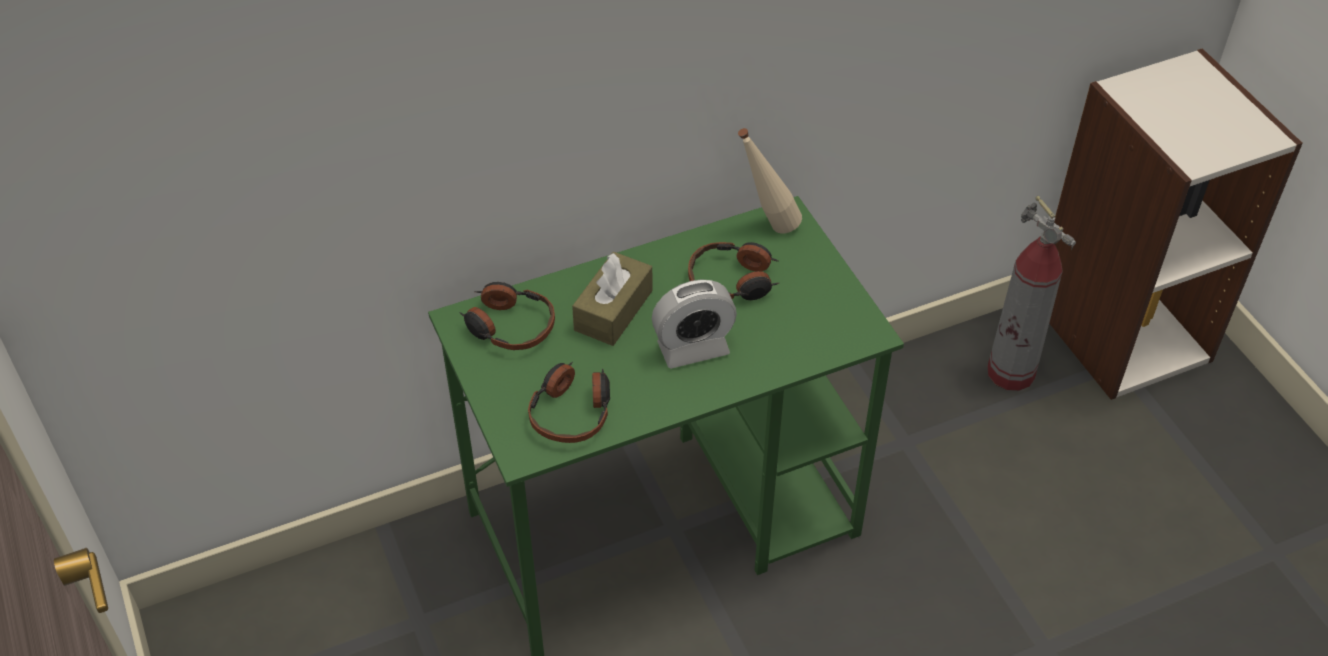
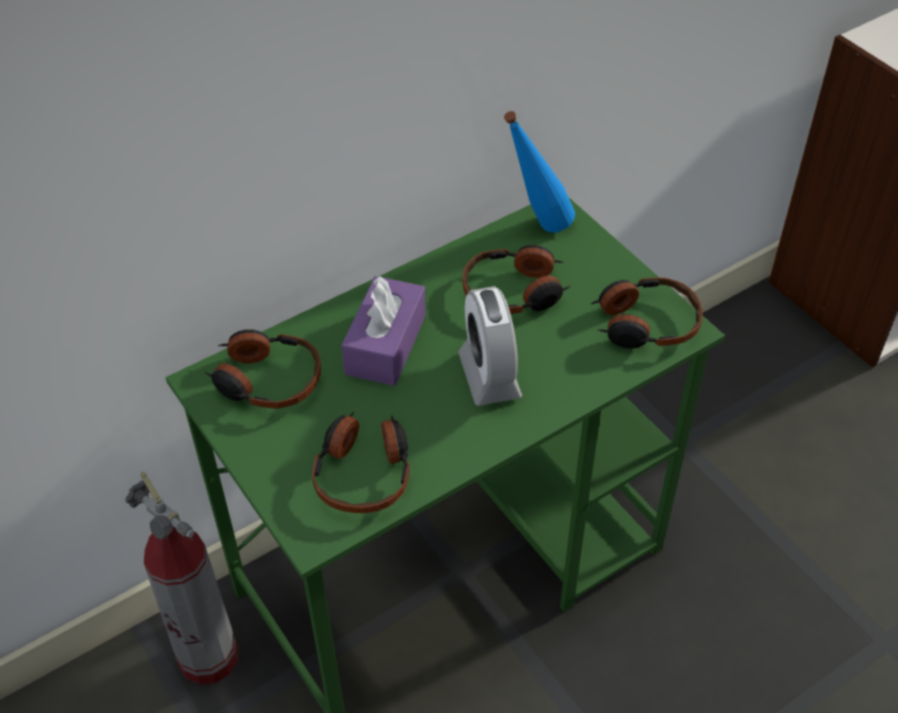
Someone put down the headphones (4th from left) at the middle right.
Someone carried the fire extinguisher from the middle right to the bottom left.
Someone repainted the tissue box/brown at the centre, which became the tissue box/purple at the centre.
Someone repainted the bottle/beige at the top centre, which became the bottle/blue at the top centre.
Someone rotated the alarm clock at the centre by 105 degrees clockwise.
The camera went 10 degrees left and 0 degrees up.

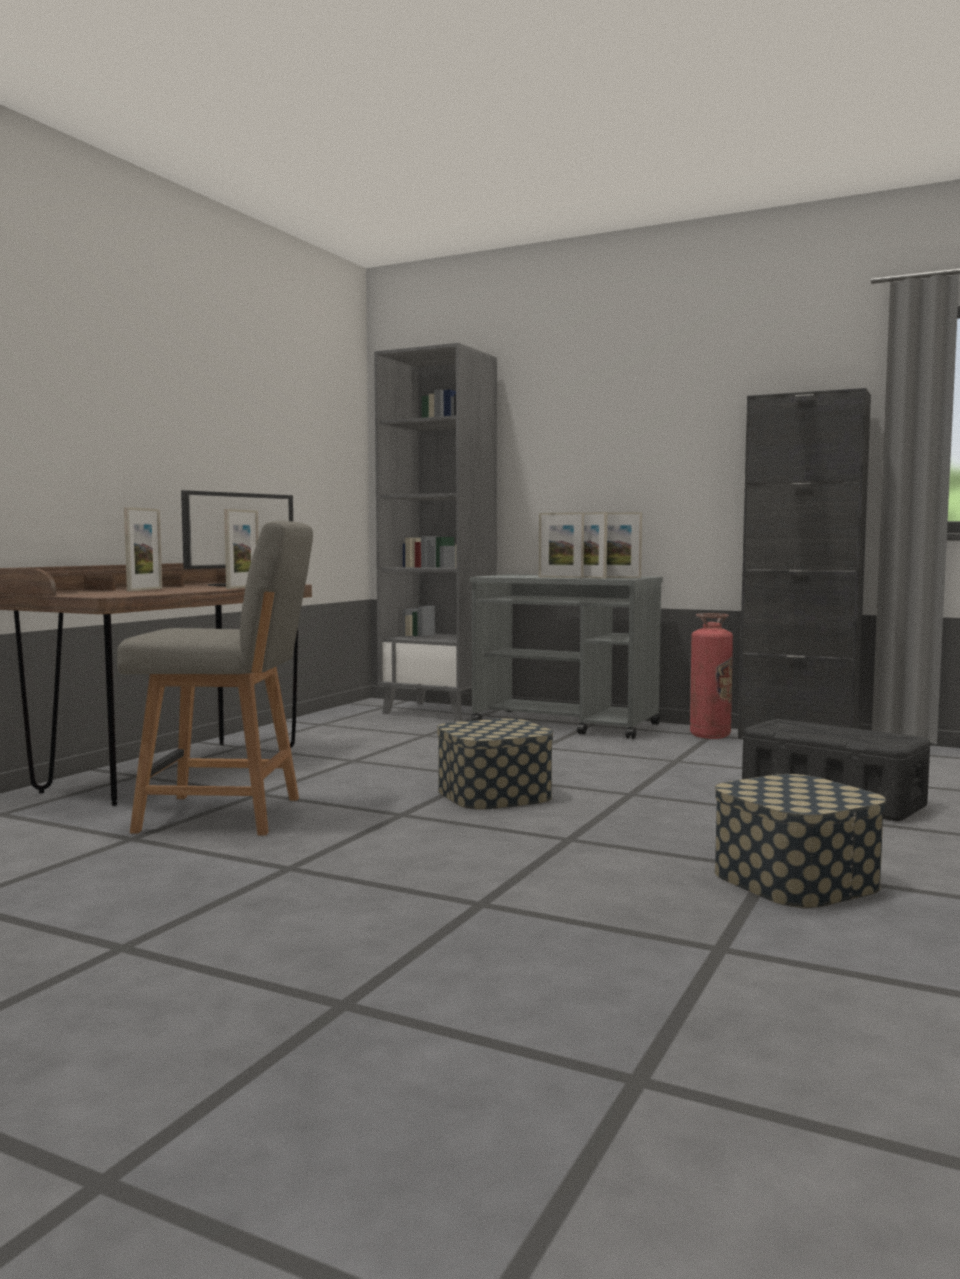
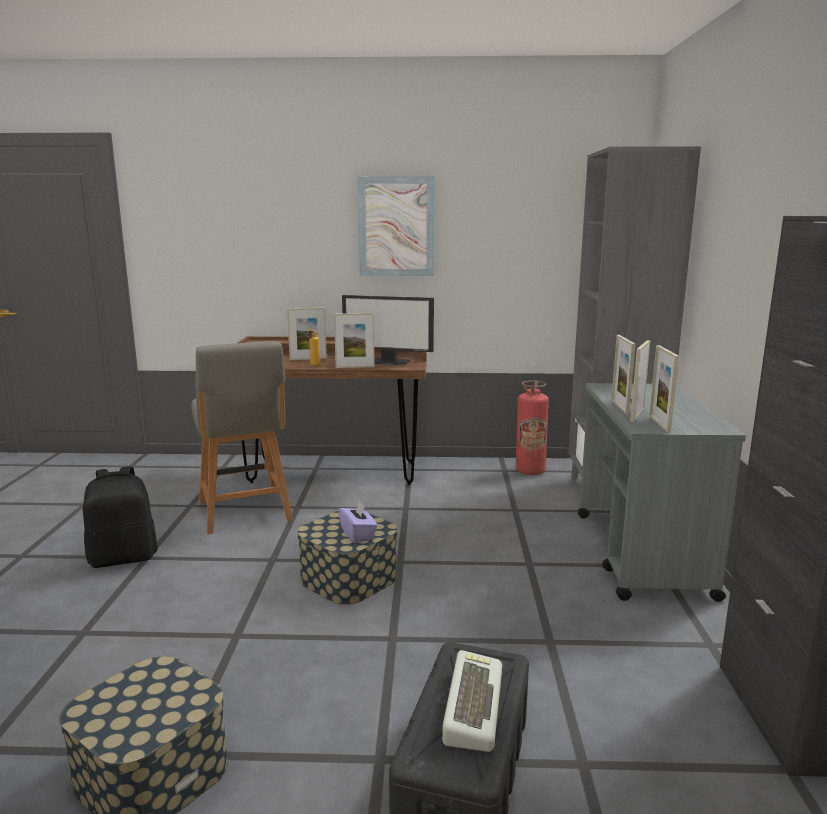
Someone put down the backpack/black at the middle left.
Someone put down the bottle at the centre.
Someone put down the tissue box/purple at the centre.
Someone put up the picture at the top centre.
Someone put down the keyboard at the bottom centre.
Someone carried the fire extinguisher from the middle right to the centre.
The camera went 65 degrees right and 10 degrees up.

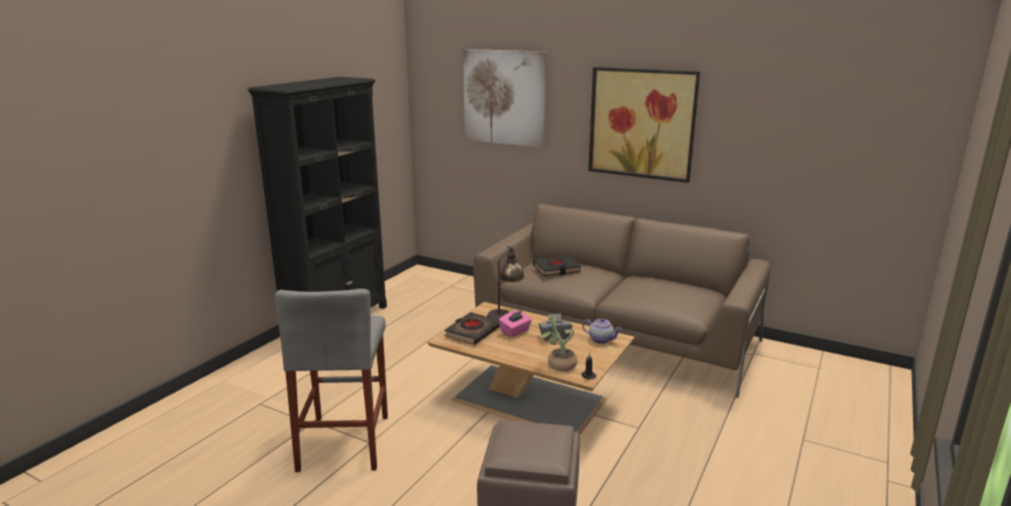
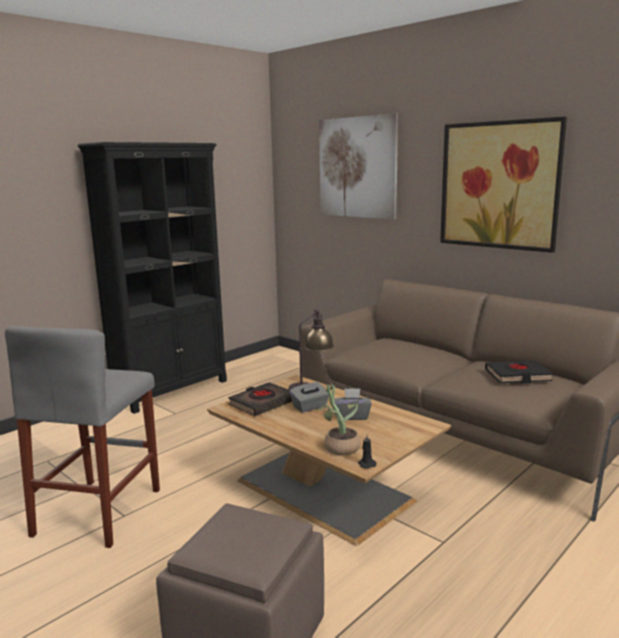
Someone took away the teapot at the centre.
Someone carried the book/black (2nd from left) from the centre to the middle right.
Someone repainted the tissue box/pink at the centre, which became the tissue box/grey (1st from left) at the centre.
The camera went 15 degrees right and 5 degrees down.

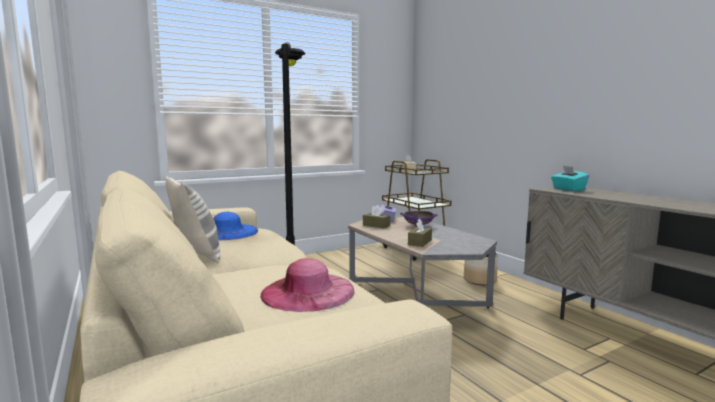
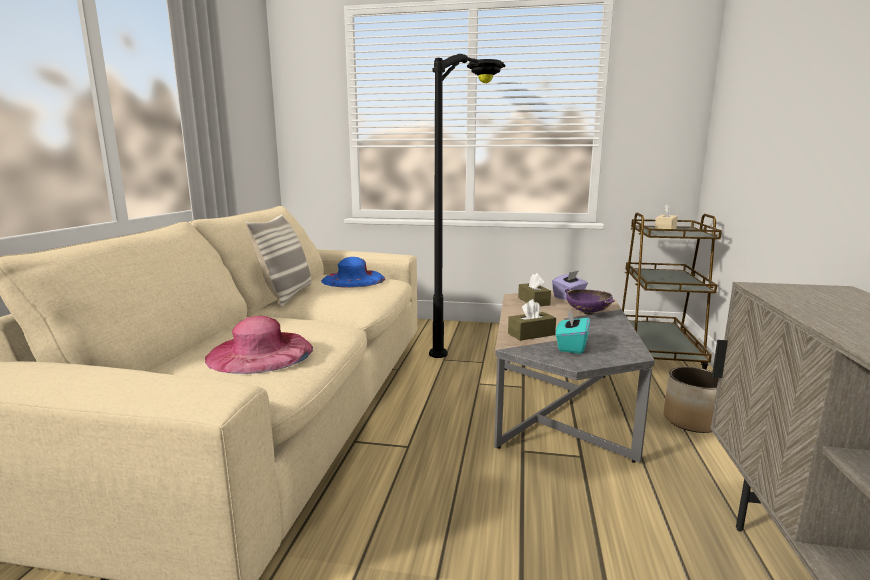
Someone carried the tissue box/turquoise from the middle right to the centre.
The camera went 40 degrees right and 5 degrees up.

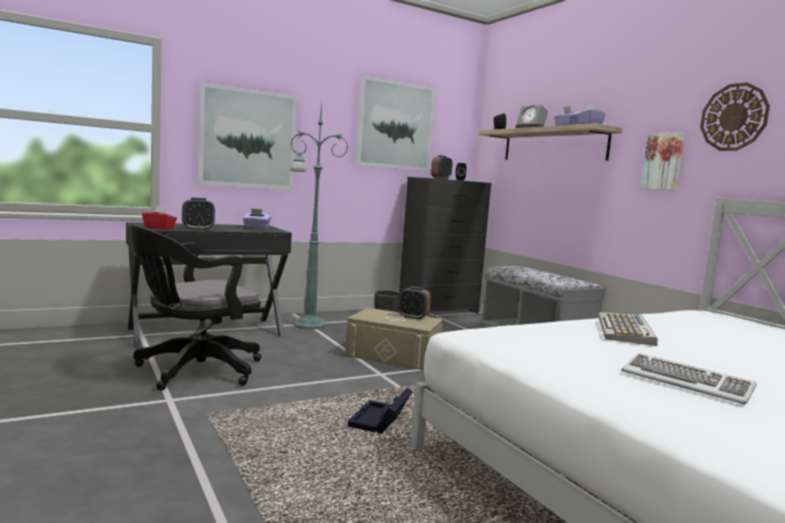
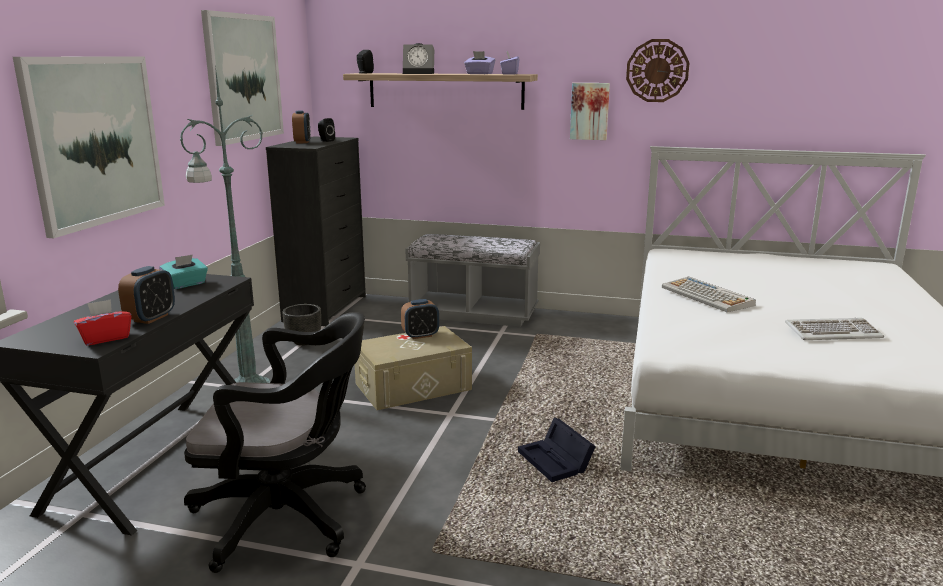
Someone repainted the tissue box/purple (1st from left) at the middle left, which became the tissue box/turquoise at the middle left.
Someone rotated the office chair/black at the middle left by 90 degrees counterclockwise.
The camera went 45 degrees left and 10 degrees up.

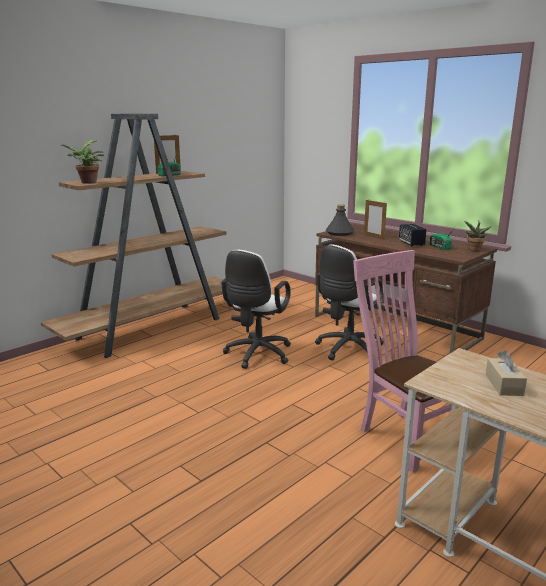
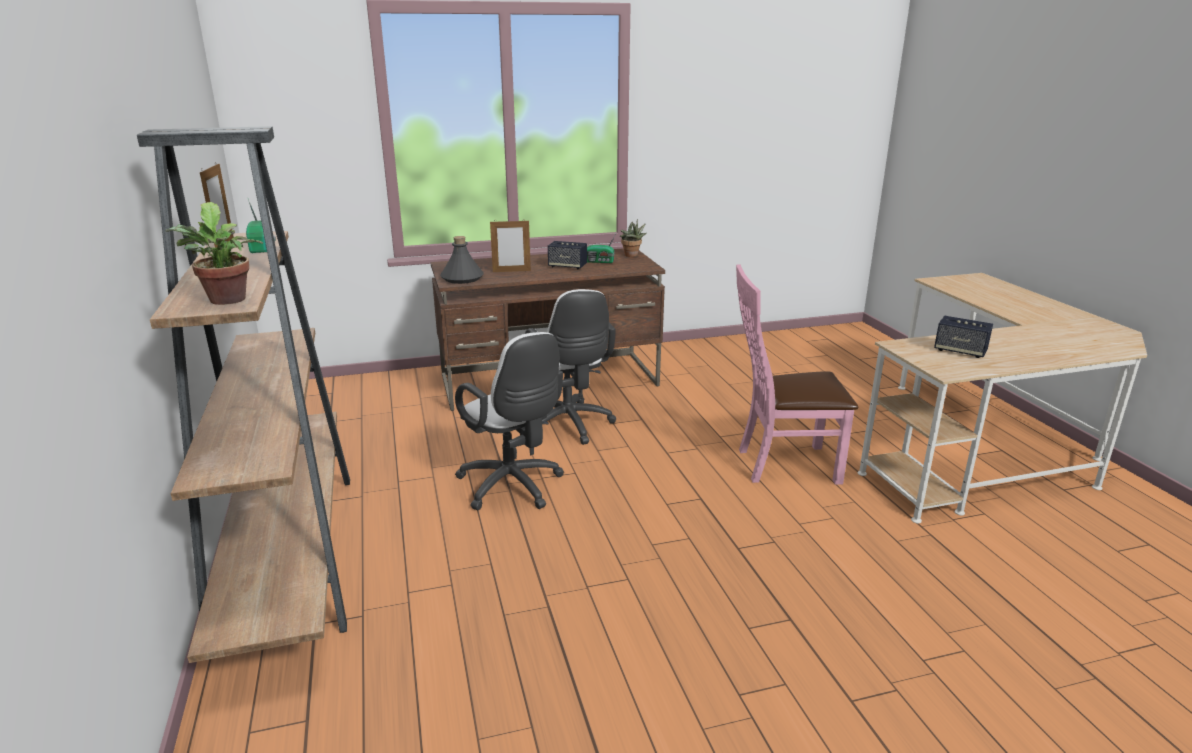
Someone swapped the tissue box/beige at the middle right for the speaker (2nd from left) at the middle right.
The camera went 60 degrees left and 5 degrees up.

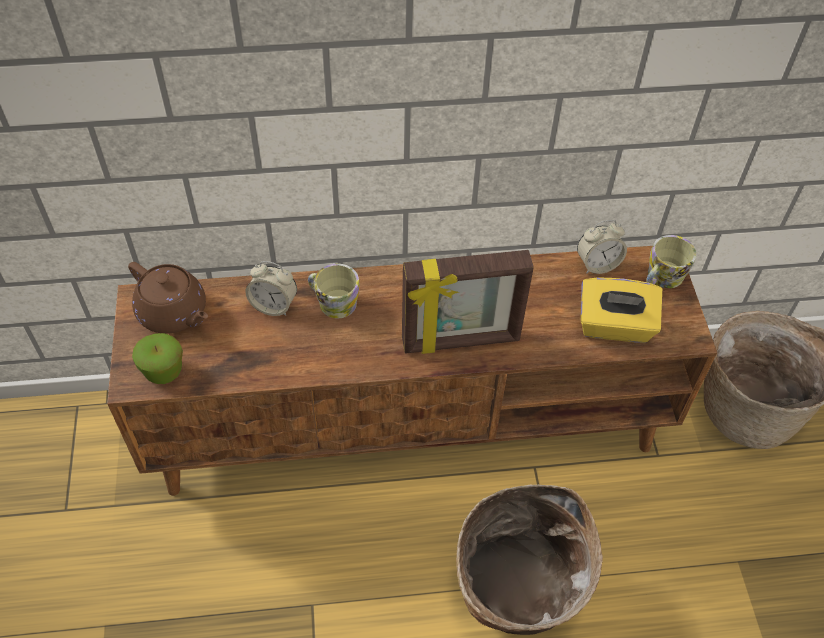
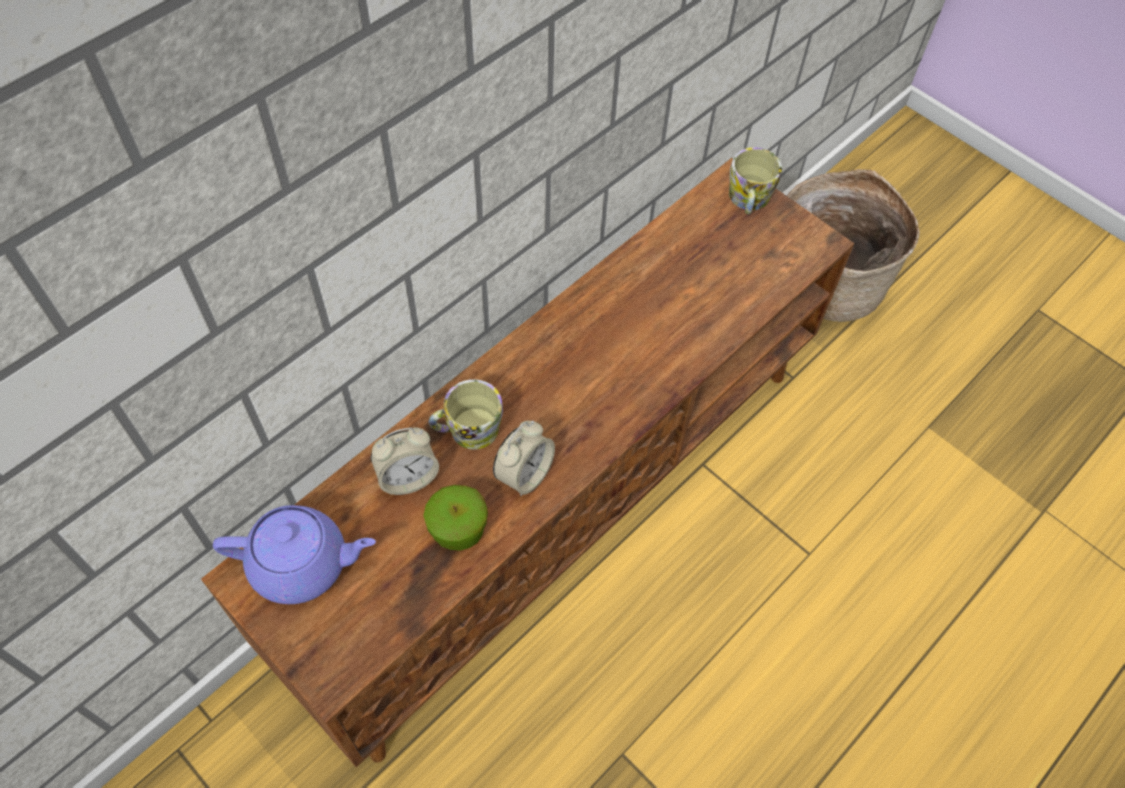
Someone took away the picture frame at the centre.
Someone took away the basket (1st from left) at the bottom centre.
Someone took away the tissue box/yellow at the middle right.
Someone carried the apple from the middle left to the centre.
Someone carried the alarm clock (2nd from left) from the middle right to the centre.
Someone repainted the teapot/brown at the middle left, which became the teapot/purple at the bottom left.
The camera went 40 degrees left and 5 degrees up.

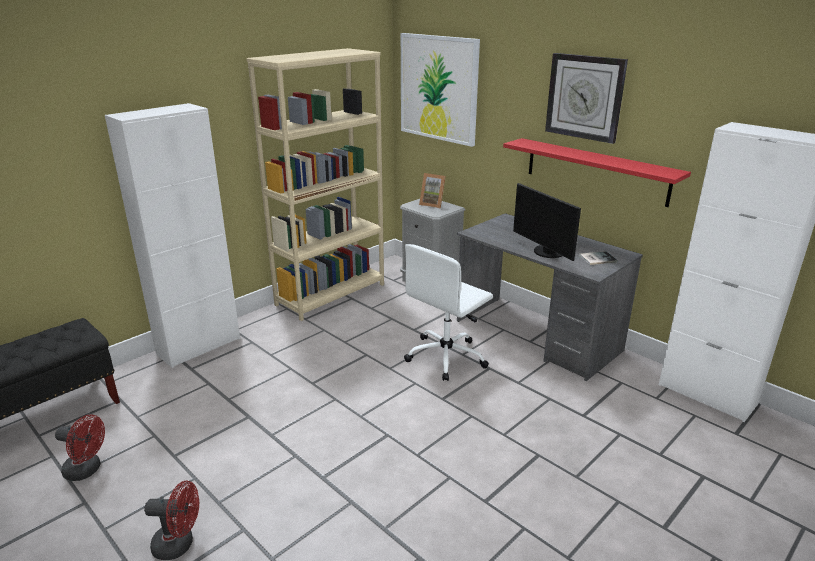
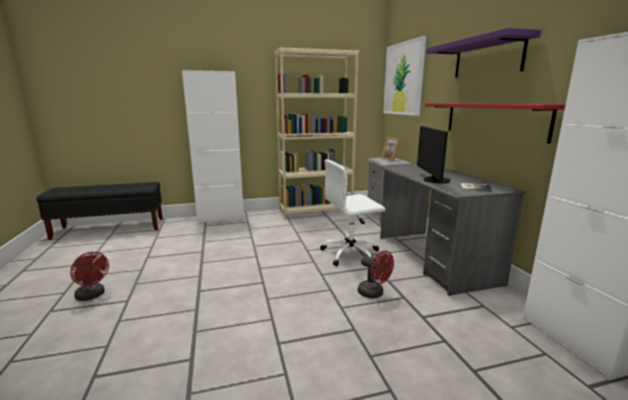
Someone carried the fan/red (1st from left in the first image) from the bottom left to the bottom centre.
Someone swapped the wall clock at the top right for the shelf/purple at the top right.
The camera went 30 degrees right and 10 degrees down.

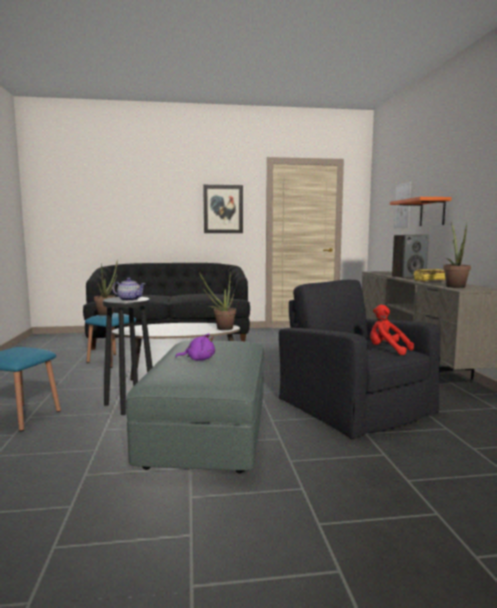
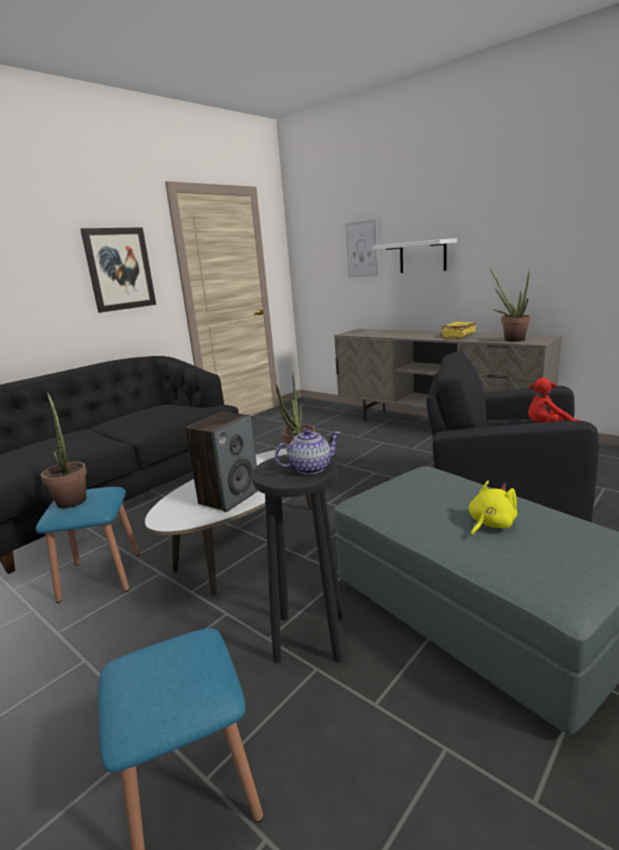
Someone carried the speaker from the middle right to the centre.
Someone repainted the plush toy/purple at the centre, which became the plush toy/yellow at the middle right.
Someone repainted the shelf/orange at the middle right, which became the shelf/white at the top right.
The camera went 40 degrees left and 10 degrees up.

